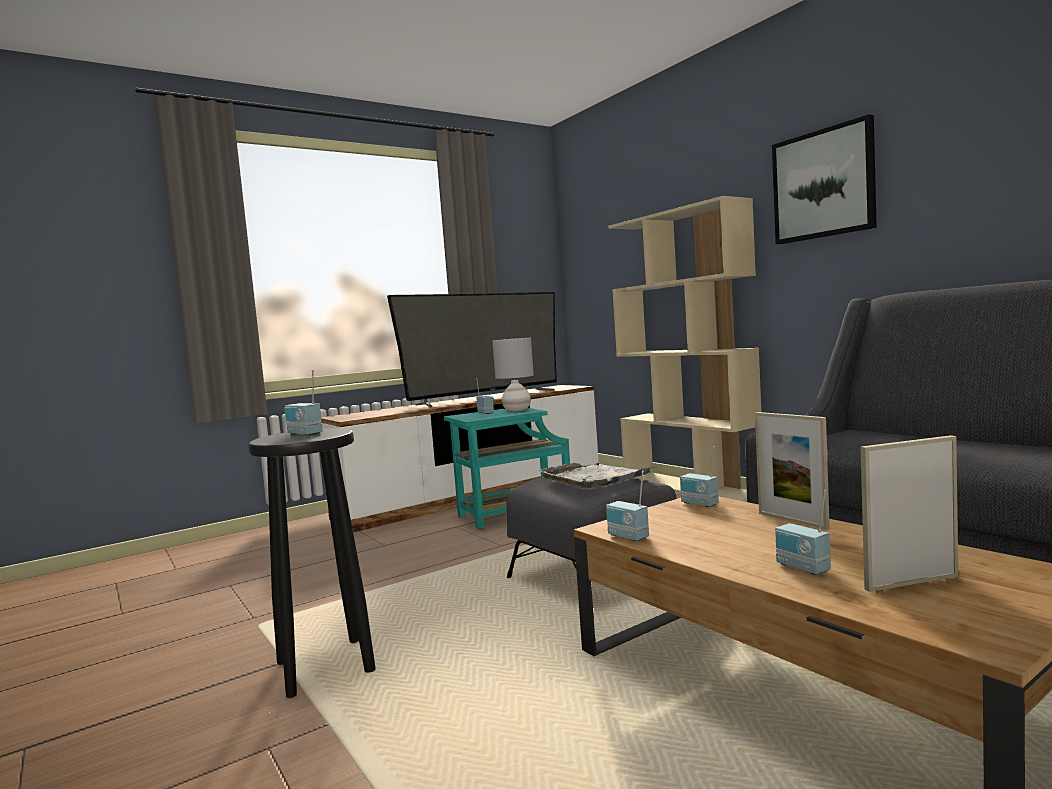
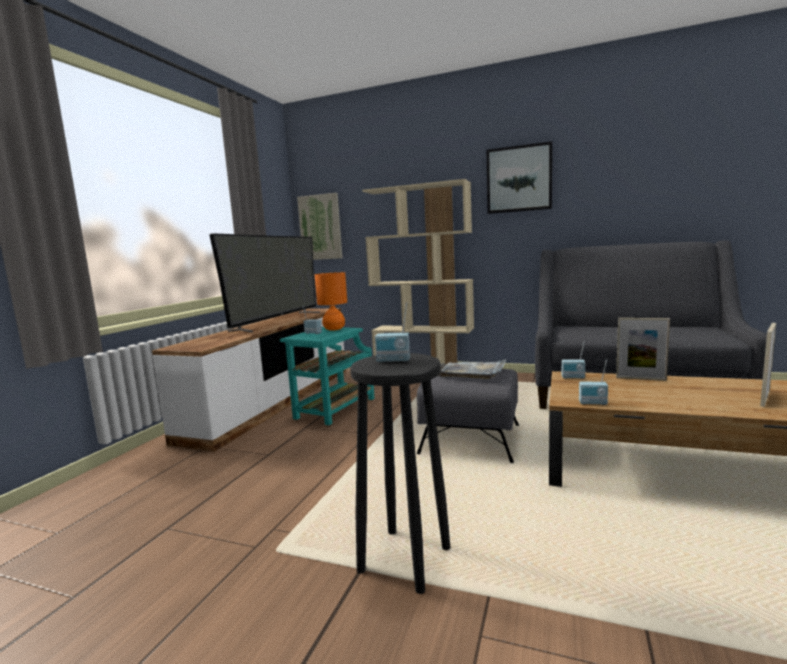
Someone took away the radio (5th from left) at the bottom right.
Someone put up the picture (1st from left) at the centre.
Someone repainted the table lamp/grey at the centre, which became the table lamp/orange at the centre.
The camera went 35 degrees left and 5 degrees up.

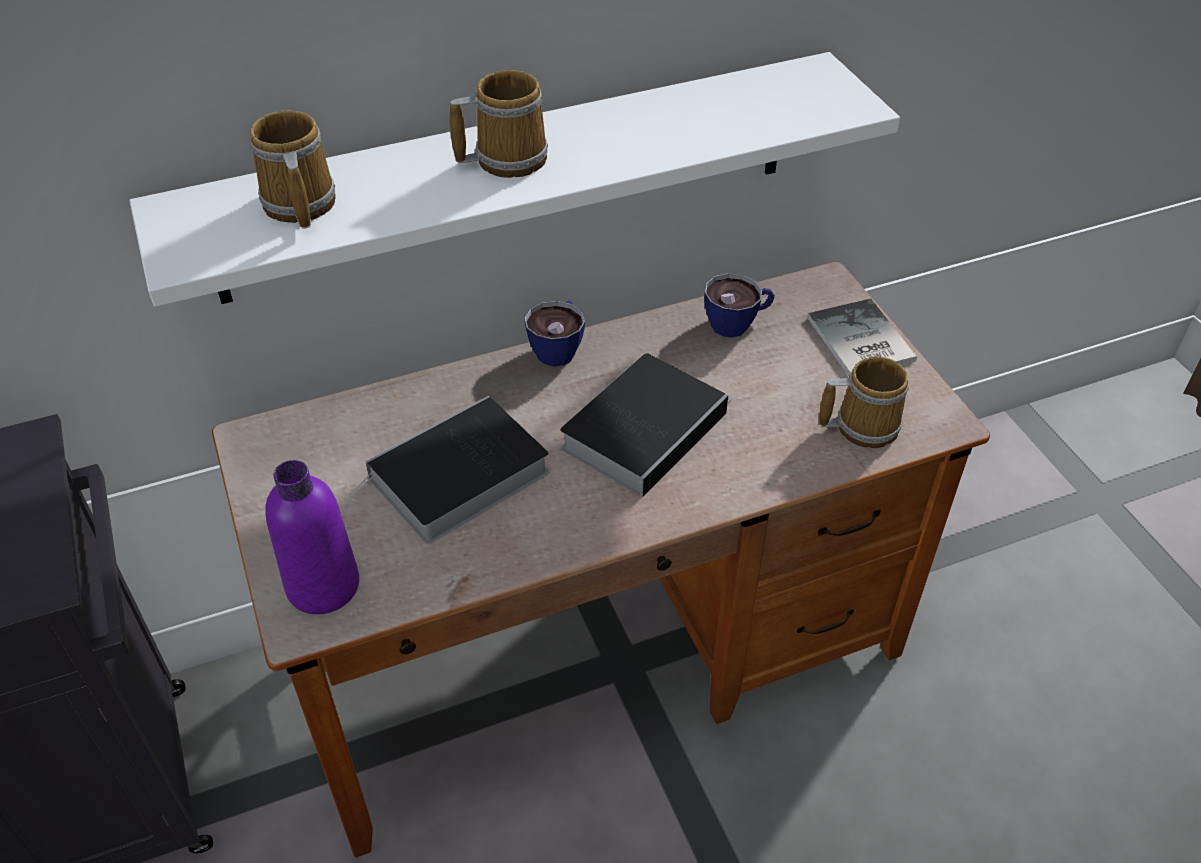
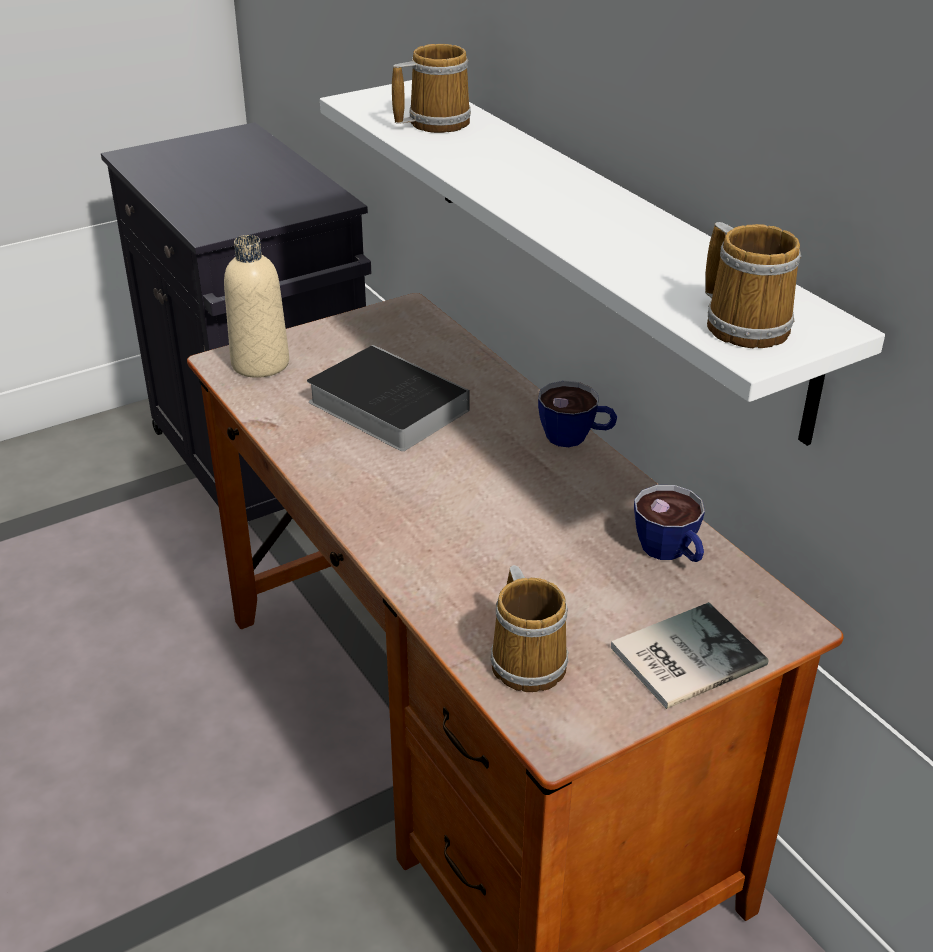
Someone took away the book (2nd from left) at the centre.
Someone carried the mug (2nd from left in the first image) from the top centre to the top right.
Someone repainted the bottle/purple at the middle left, which became the bottle/beige at the top left.
The camera went 80 degrees right and 10 degrees down.

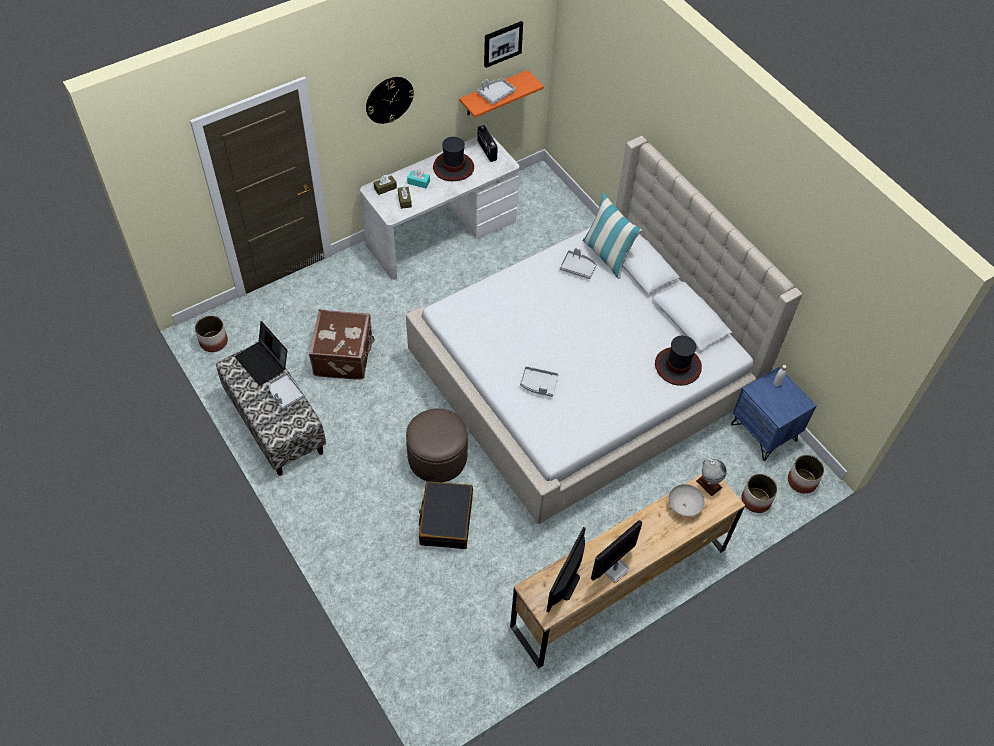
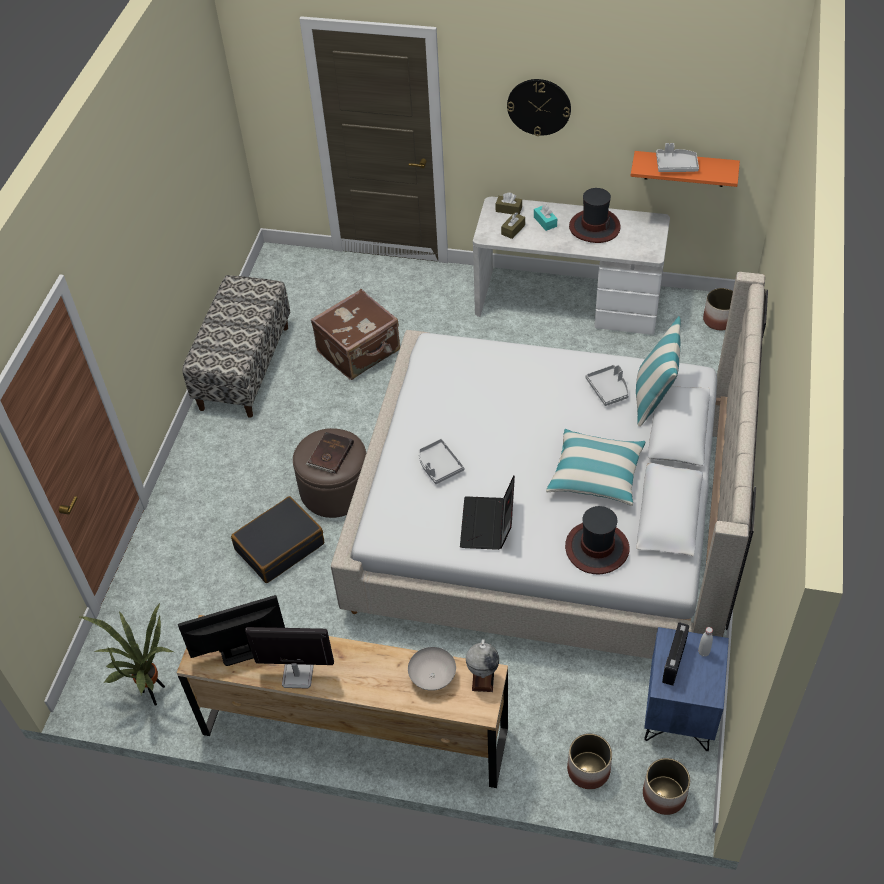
Someone took away the tray/grey (1st from left) at the middle left.
Someone took away the picture at the top centre.
Someone put down the potted plant at the bottom left.
Someone put down the book/brown at the centre.
Someone put down the pillow (1st from left) at the middle right.
Someone carried the planter (1st from left in the first image) from the middle left to the middle right.
Someone carried the laptop from the middle left to the centre.
Someone carried the radio from the top centre to the bottom right.
The camera went 50 degrees right and 5 degrees down.

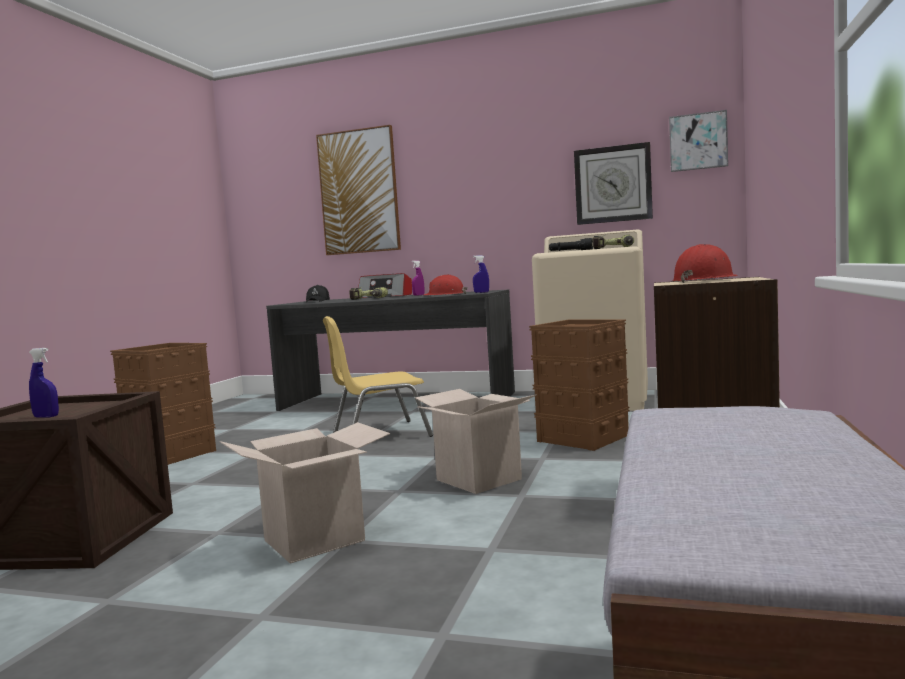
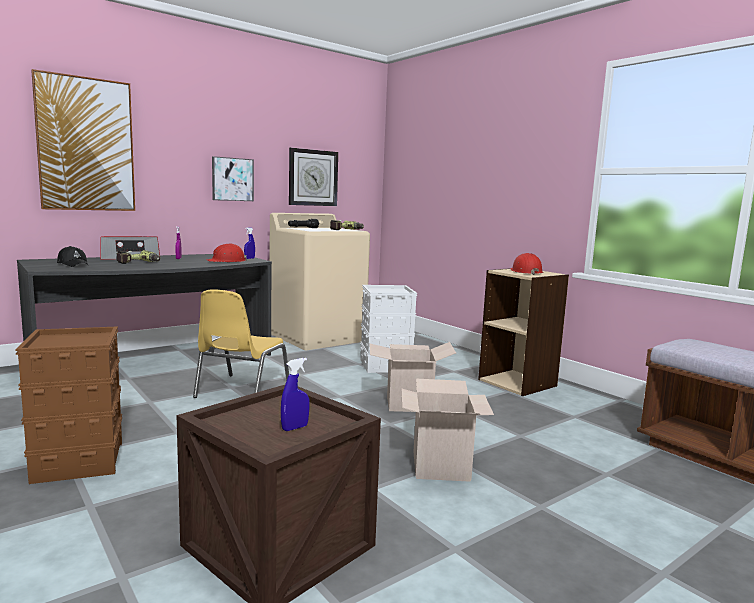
Someone carried the picture (2nd from left) from the top right to the top left.
Someone repainted the storage box/brown (2nd from left) at the centre, which became the storage box/white at the centre.
The camera went 55 degrees left and 5 degrees up.

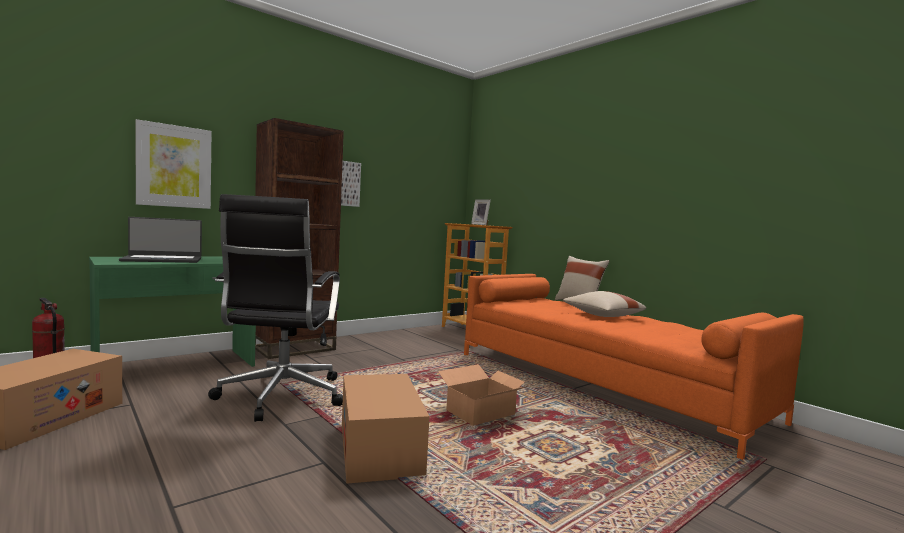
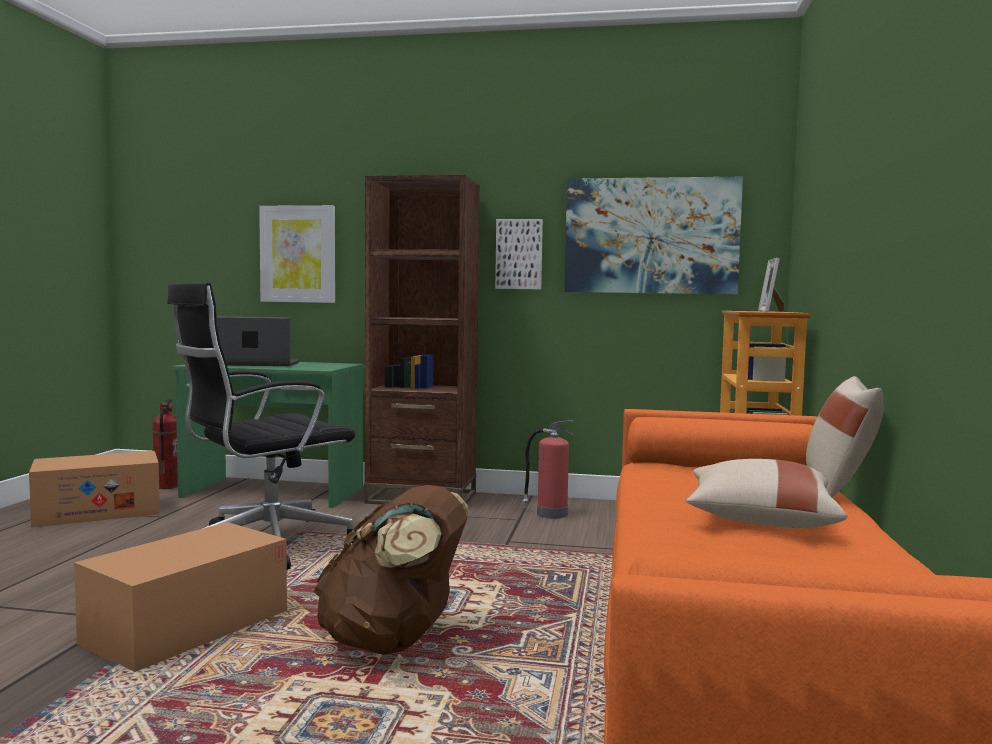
Someone put down the fire extinguisher (2nd from left) at the centre.
Someone put up the picture (3rd from left) at the top centre.
Someone swapped the cardboard box (3rd from left) at the bottom centre for the backpack/brown at the bottom centre.
Someone rotated the laptop at the middle left by 150 degrees clockwise.
The camera went 50 degrees right and 0 degrees up.

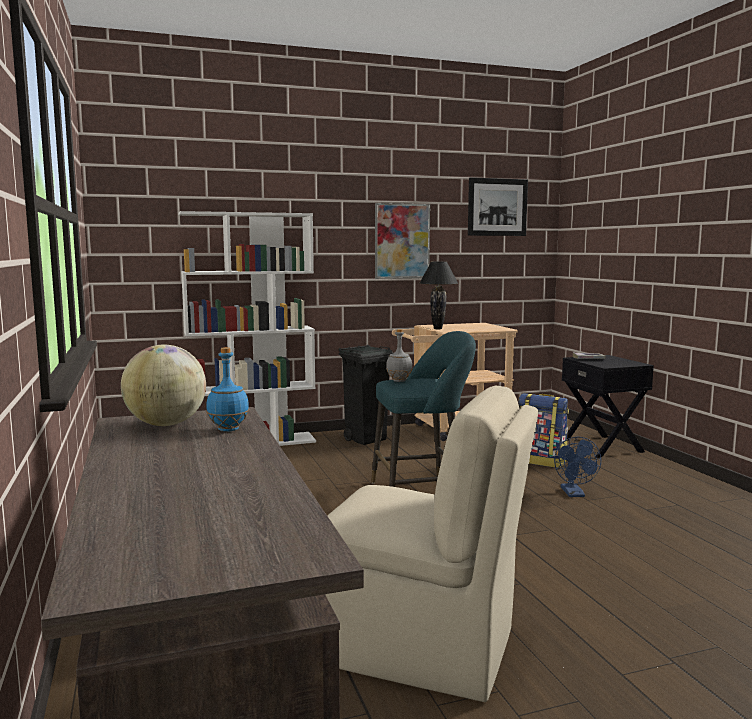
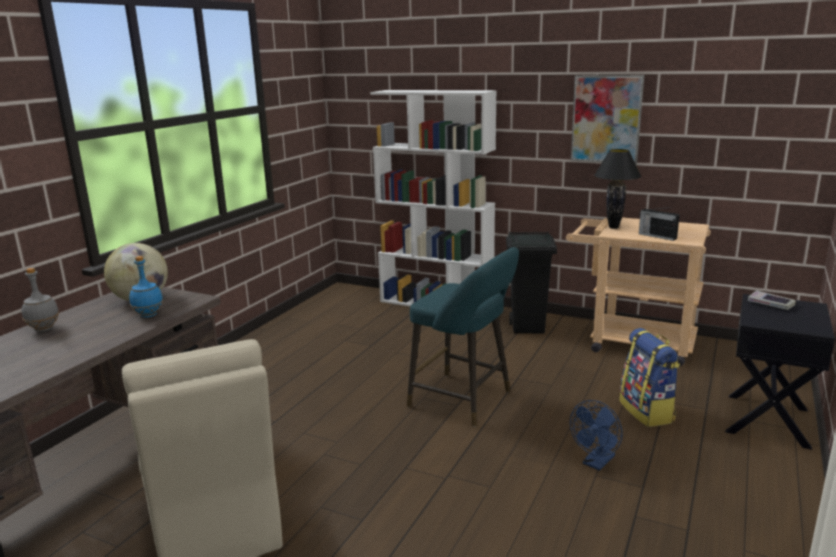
Someone took away the picture (2nd from left) at the top centre.
Someone put down the radio at the middle right.
Someone carried the bottle/grey from the centre to the middle left.
The camera went 45 degrees right and 10 degrees up.

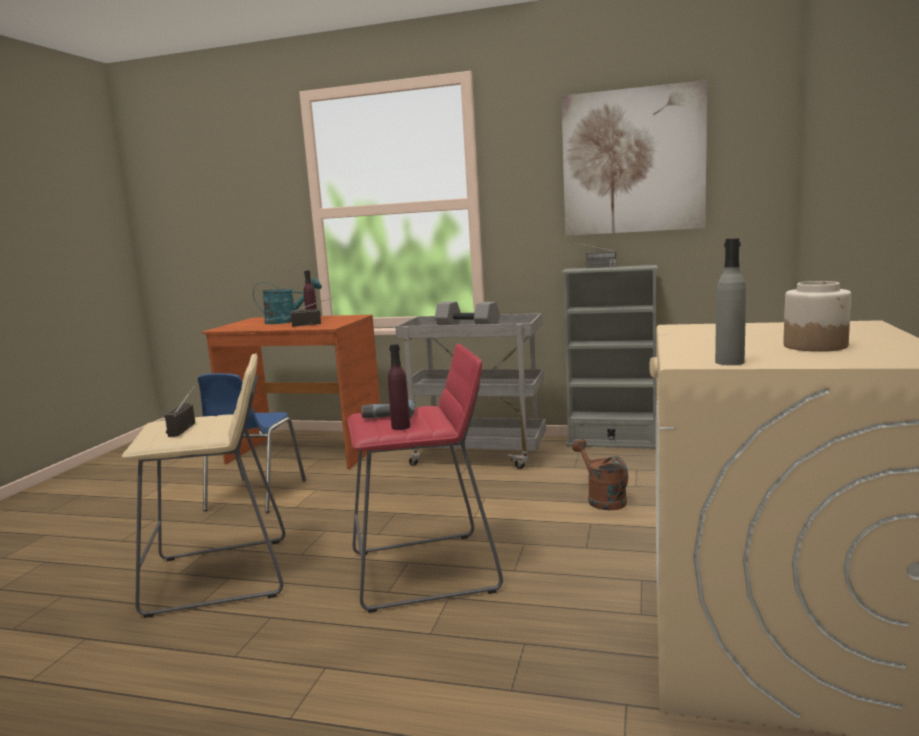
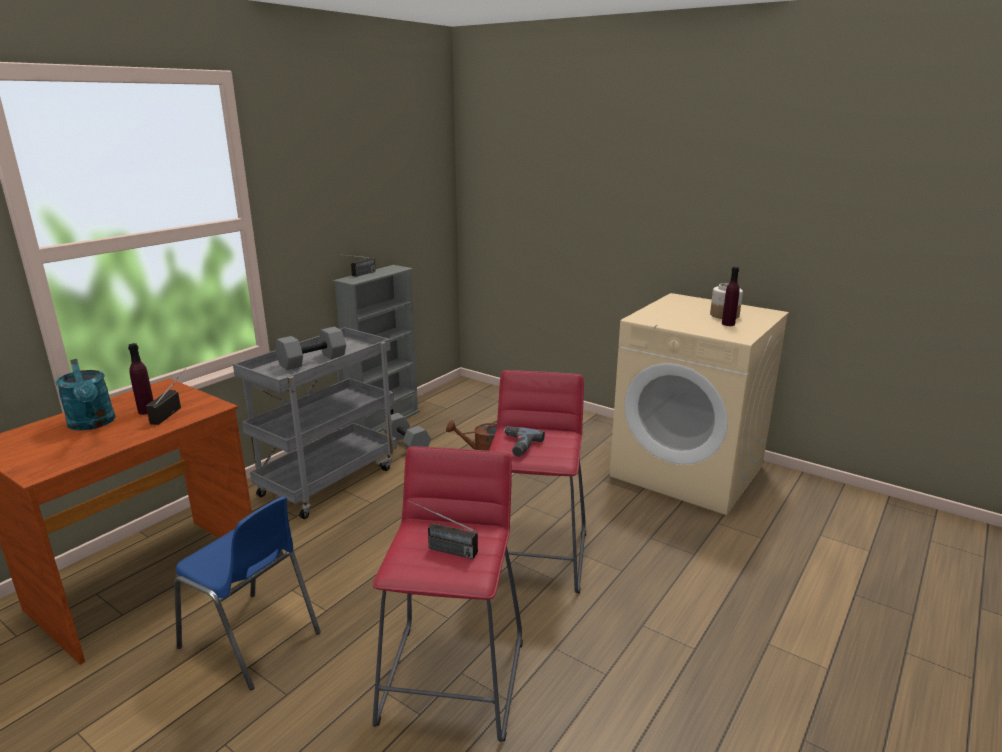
Someone took away the picture at the top right.
Someone took away the bottle/grey at the middle right.
Someone put down the dumbbell/grey (2nd from left) at the centre.
Someone carried the bottle/purple (2nd from left) from the centre to the middle right.
Someone repainted the stool/beige at the middle left, which became the stool/red (1st from left) at the bottom centre.
Someone rotated the watering can/turquoise at the middle left by 135 degrees clockwise.
The camera went 70 degrees left and 10 degrees up.

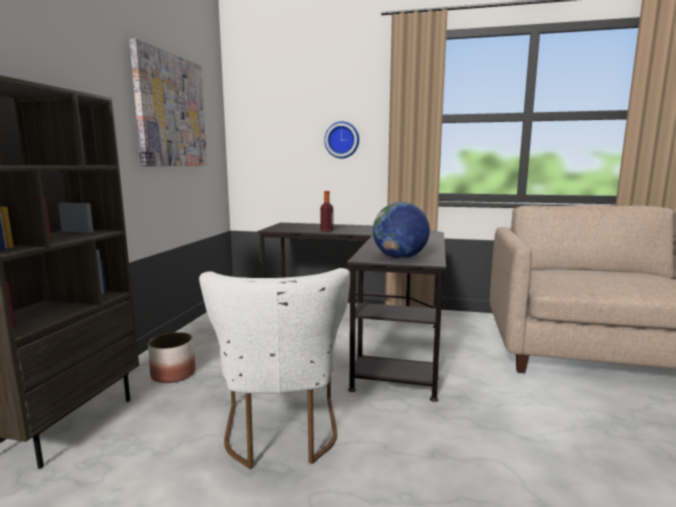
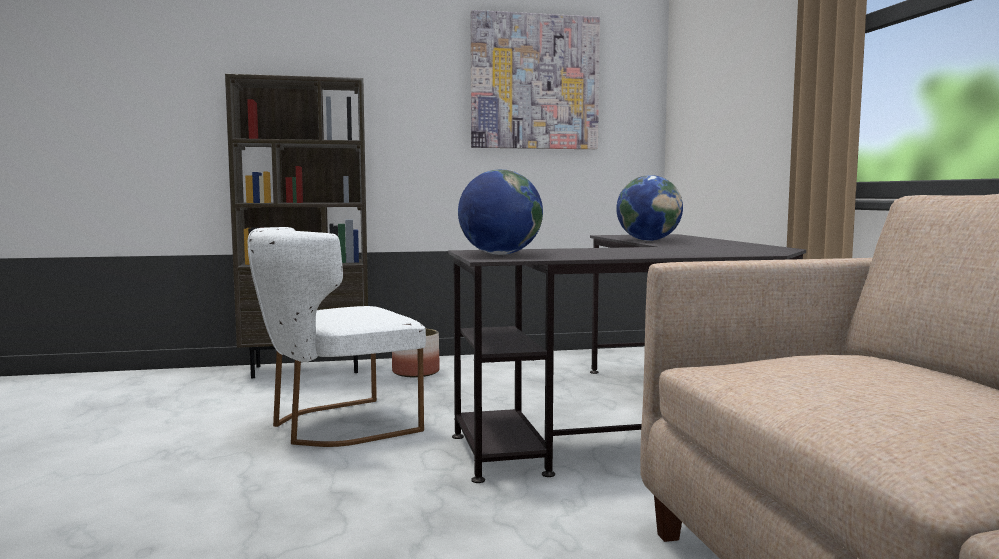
Someone took away the wall clock at the top centre.
Someone swapped the bottle at the centre for the globe (2nd from left) at the centre.
The camera went 65 degrees right and 5 degrees down.

